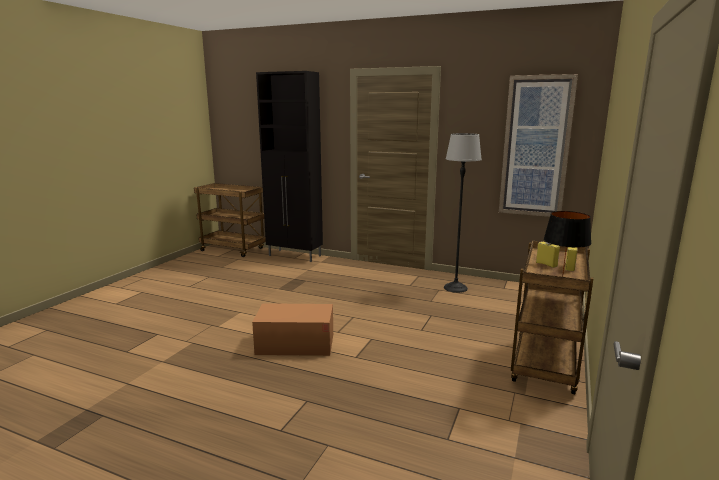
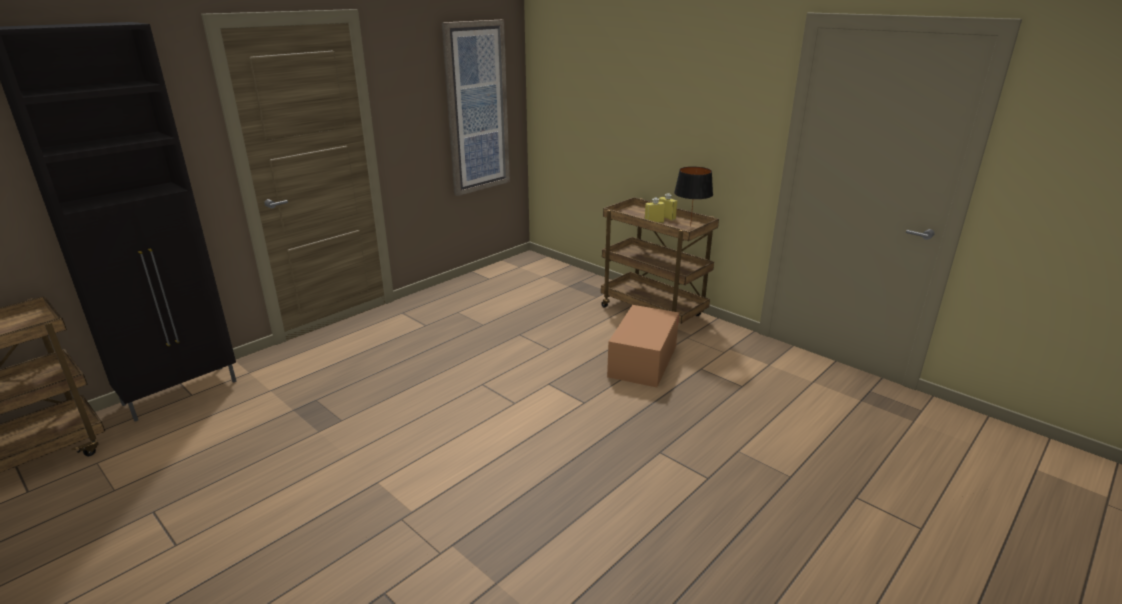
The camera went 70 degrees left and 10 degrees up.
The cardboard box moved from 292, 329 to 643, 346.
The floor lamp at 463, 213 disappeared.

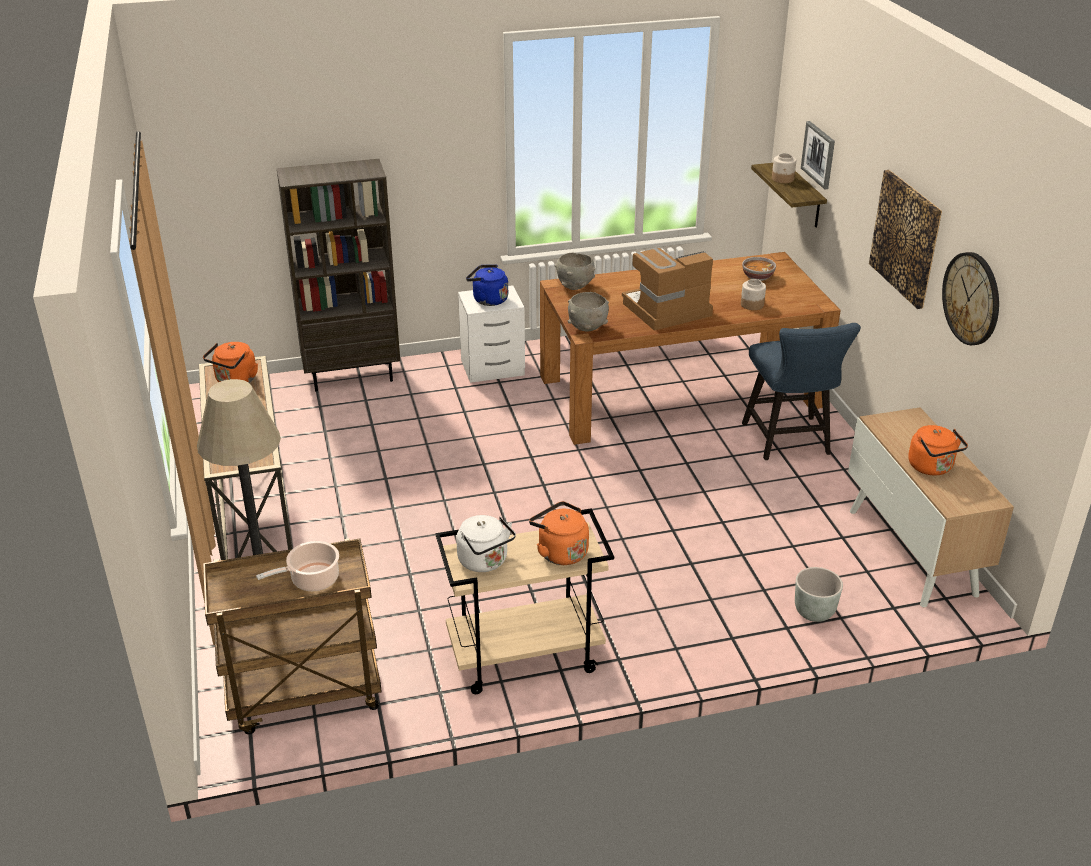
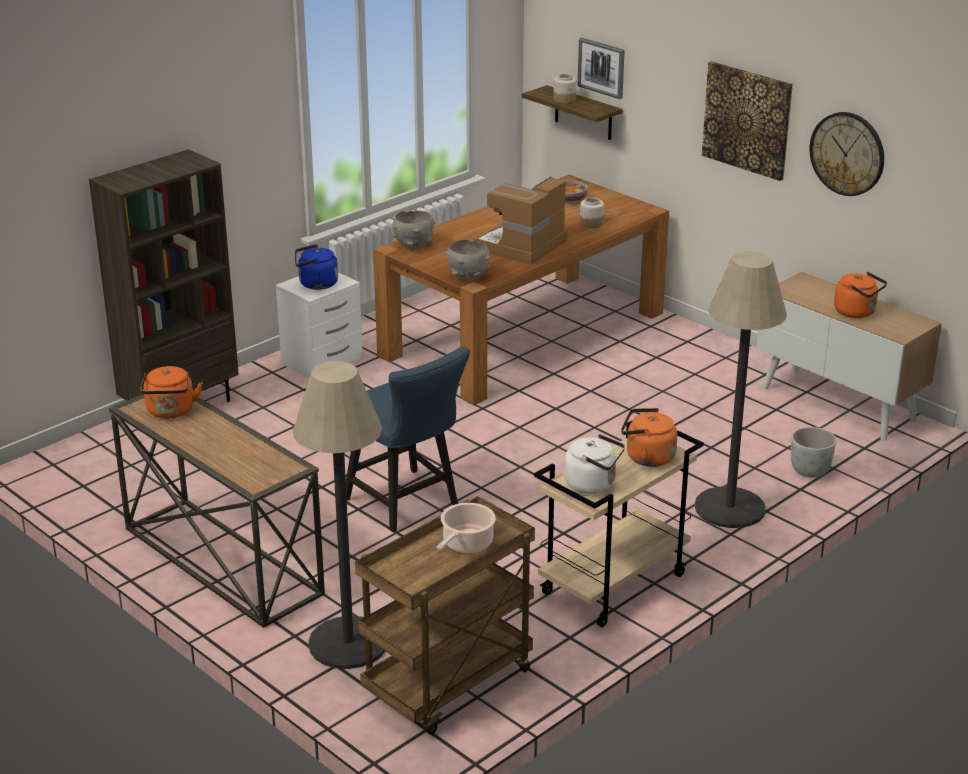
The camera went 30 degrees left and 5 degrees down.
The chair in blue moved from 801, 391 to 408, 439.
The floor lamp at 741, 389 appeared.

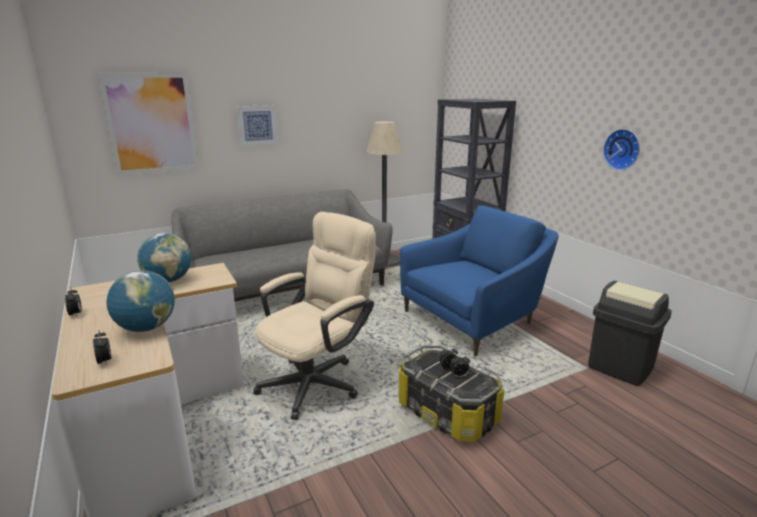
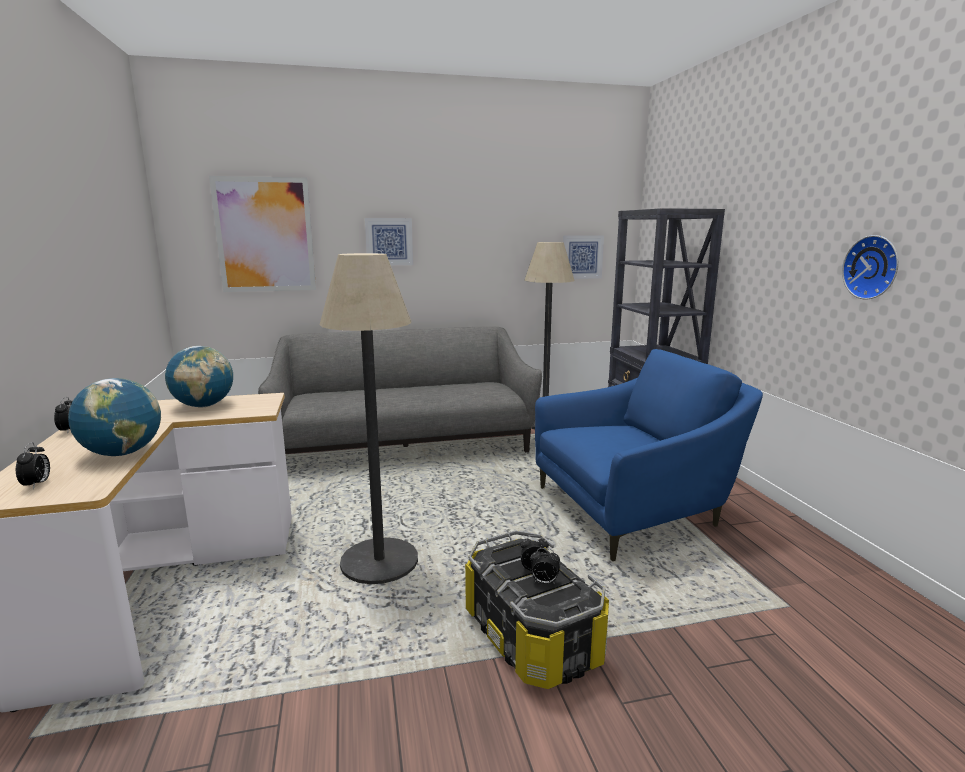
The camera went 15 degrees right and 5 degrees down.
The office chair in beige at 314, 316 was replaced by the floor lamp at 369, 418.
The trash can in black at 630, 333 disappeared.
The picture at 583, 257 appeared.

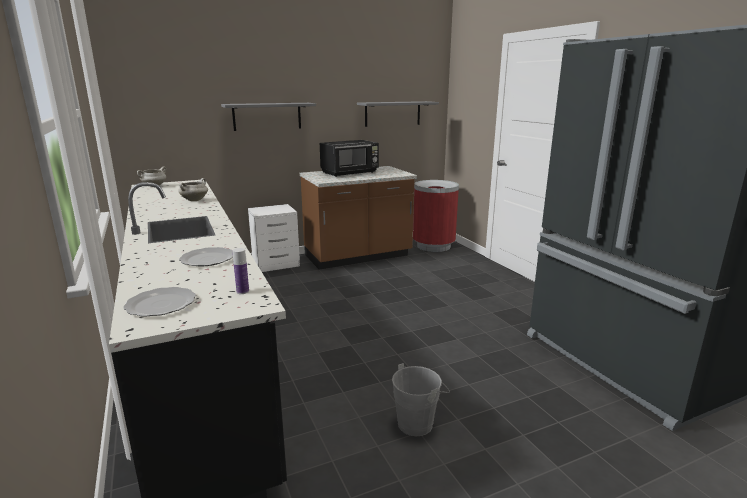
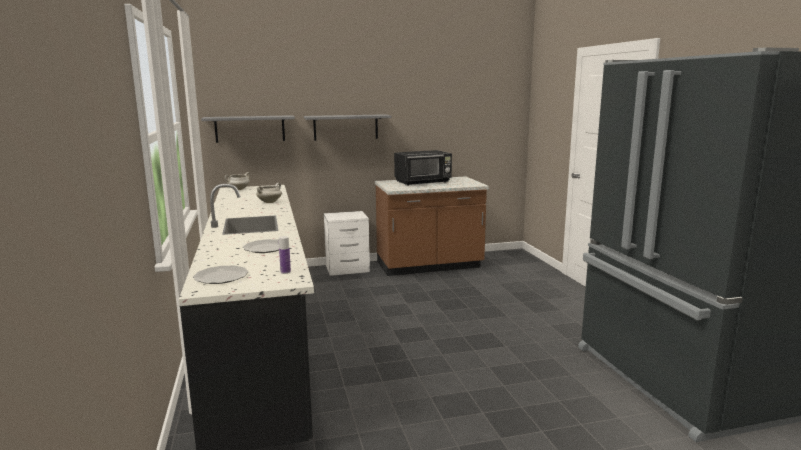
The camera went 10 degrees right and 5 degrees down.
The shelf in grey moved from 398, 114 to 248, 129.
The bucket in grey at 421, 399 disappeared.
The trash can in red at 436, 216 disappeared.

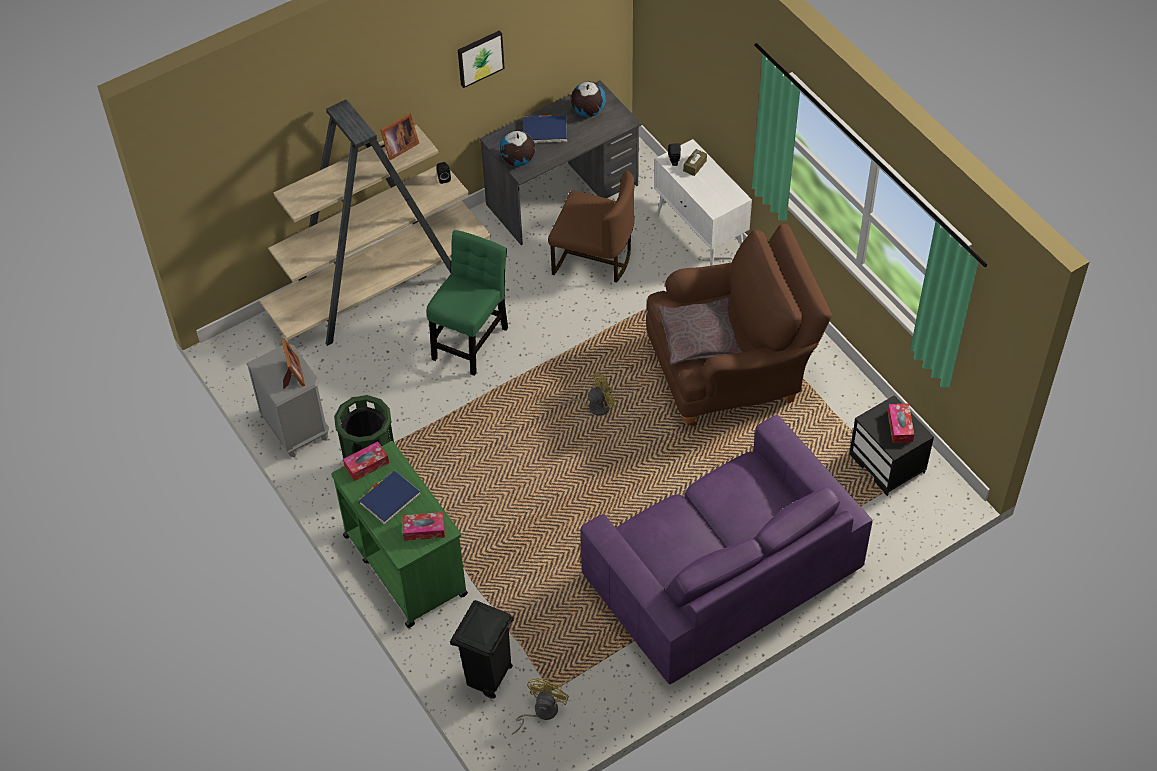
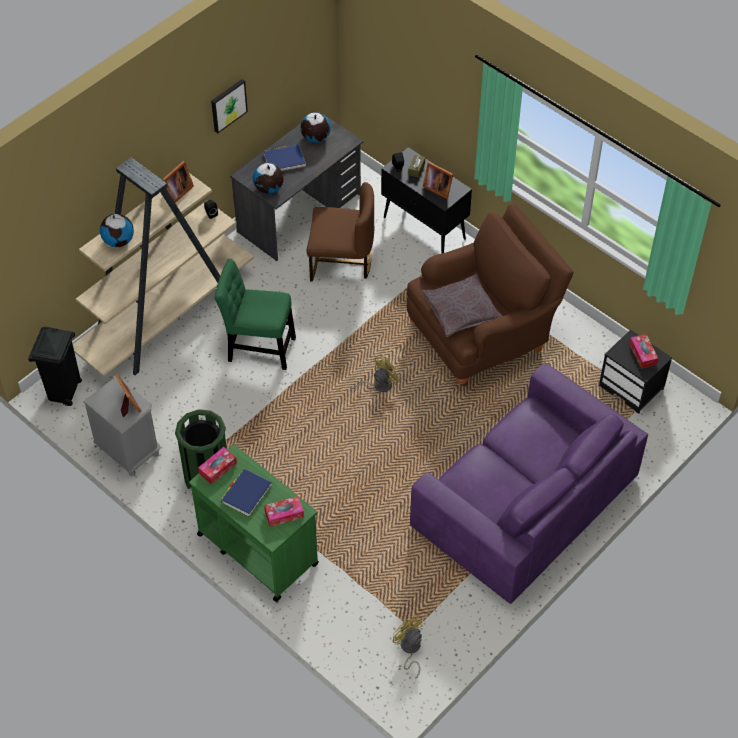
The camera went 15 degrees left and 0 degrees up.
The chair in green at 467, 303 turned 90 degrees counterclockwise.
The trash can in black moved from 482, 649 to 55, 366.
The fan in yellow at 540, 706 turned 45 degrees counterclockwise.
The cabinet in white at 703, 202 became the cabinet in black at 426, 200.
The globe at 117, 230 appeared.
The picture frame at 438, 180 appeared.

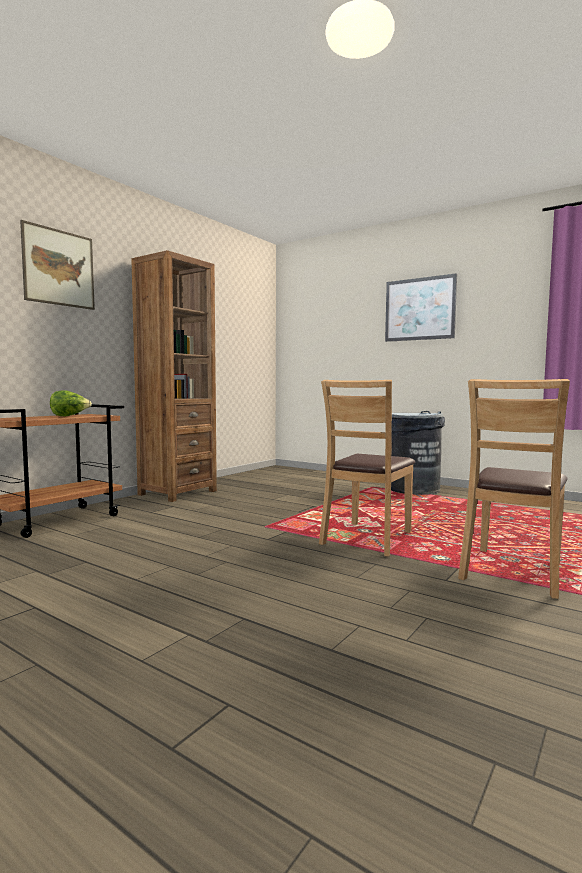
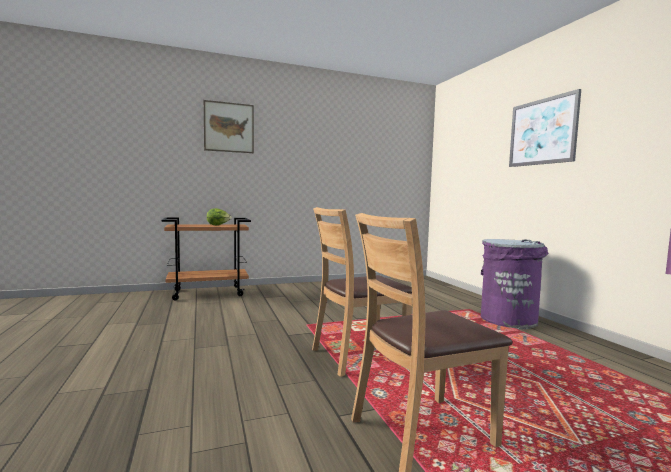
The camera went 35 degrees right and 0 degrees up.
The bookcase in brown at 174, 376 disappeared.
The trash can in grey at 418, 453 became the trash can in purple at 514, 284.

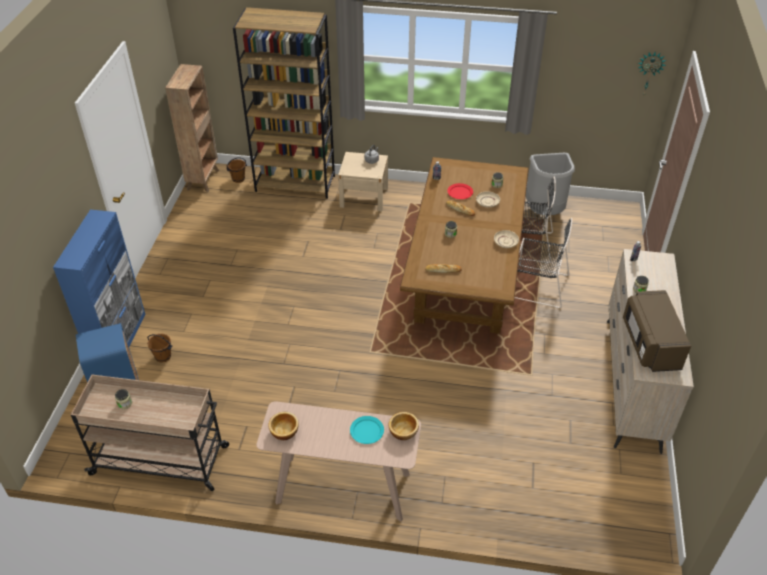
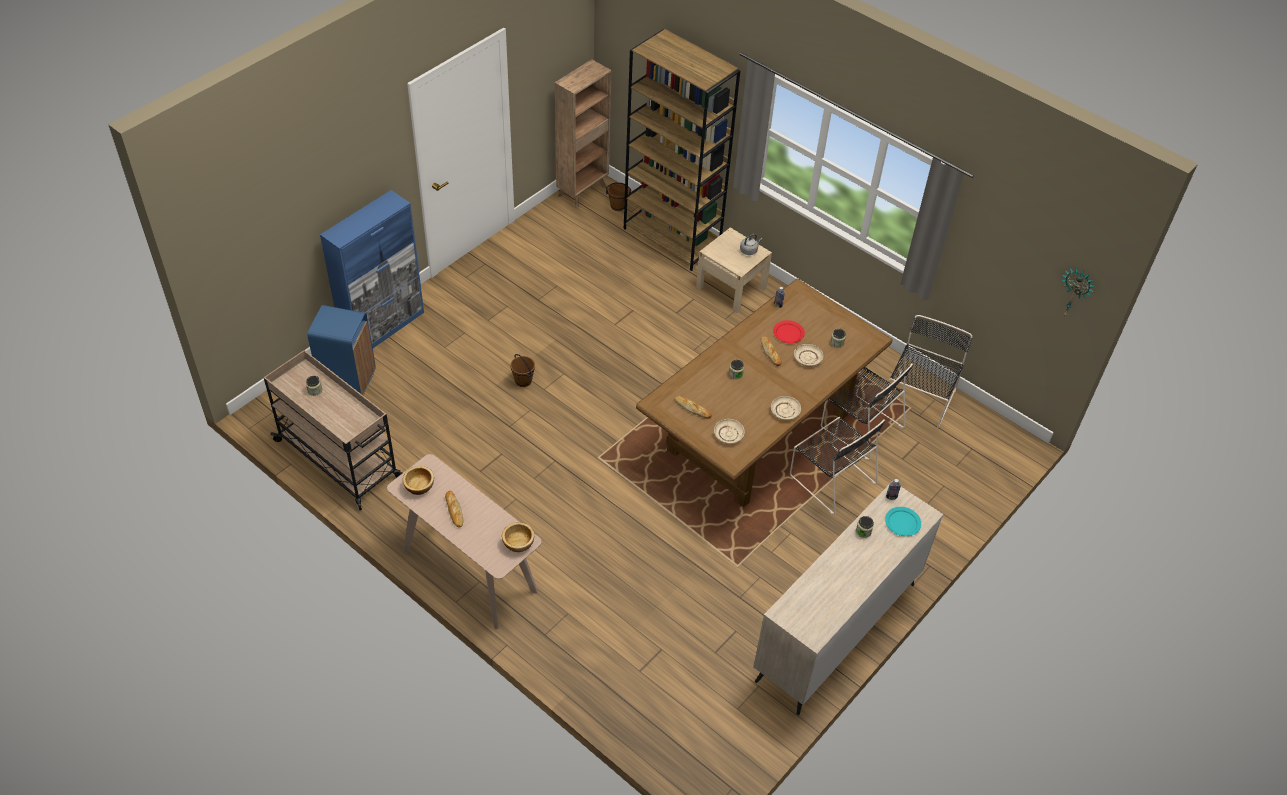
The camera went 30 degrees right and 5 degrees up.
The bucket in brown moved from 159, 348 to 522, 370.
The plate in turquoise moved from 367, 430 to 903, 521.
The trash can in grey at 550, 184 was replaced by the chair in black at 927, 371.
The microwave in brown at 657, 331 disappeared.
The bread at 454, 509 appeared.
The plate in beige at 729, 431 appeared.

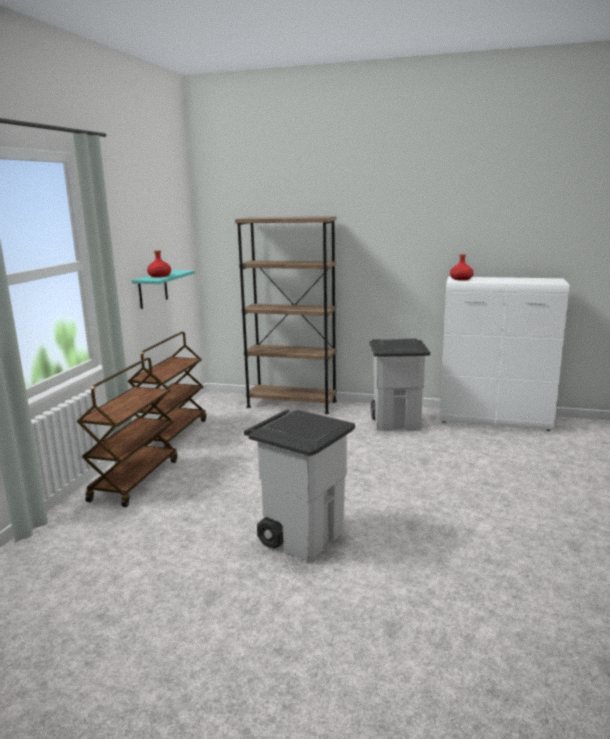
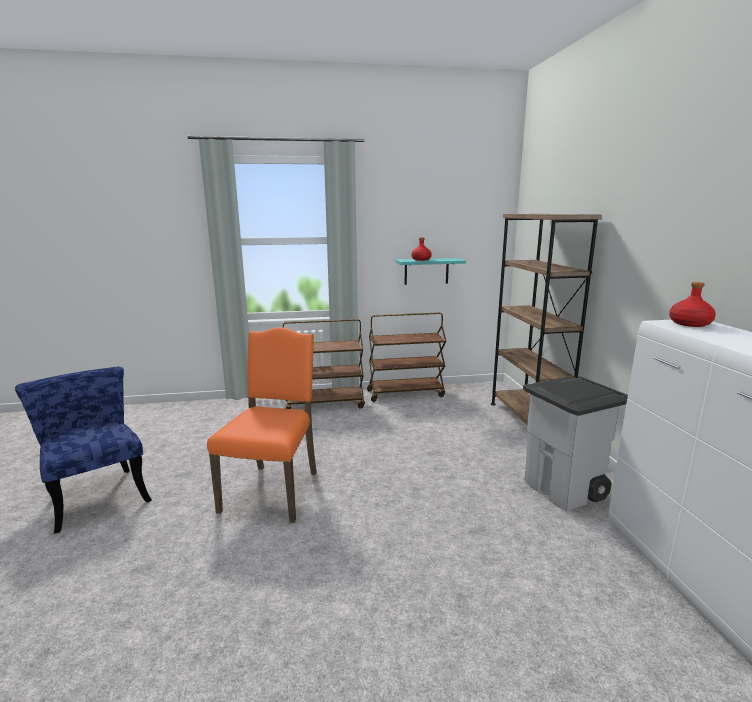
The camera went 65 degrees right and 0 degrees up.
The trash can in grey at 299, 486 was replaced by the chair in orange at 262, 425.
The chair in blue at 83, 450 appeared.

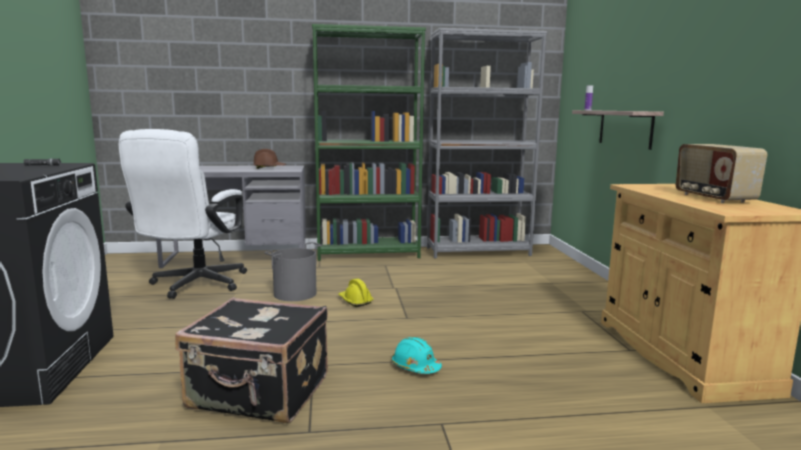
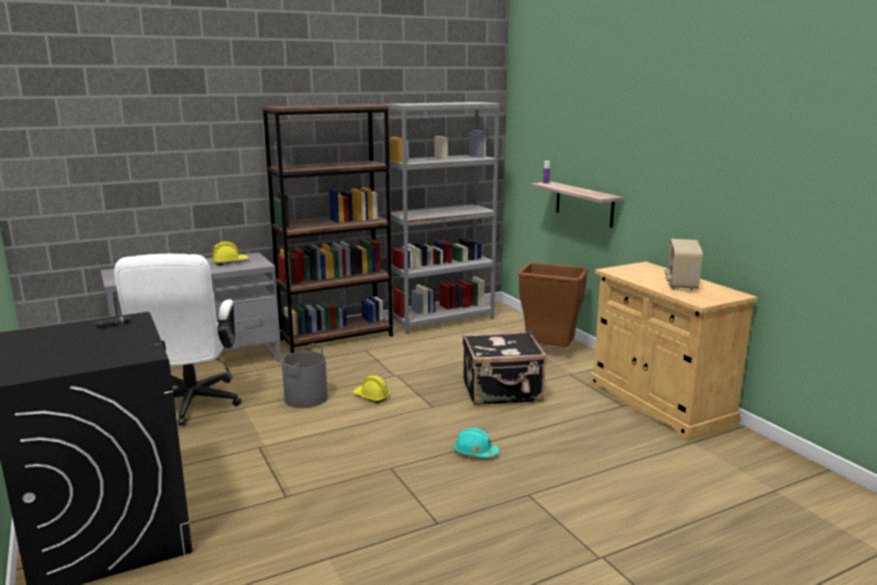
The camera went 20 degrees left and 5 degrees up.
The suitcase in black moved from 251, 360 to 505, 368.
The hard hat in brown at 269, 159 became the hard hat in yellow at 230, 253.
The bookcase in green at 369, 142 became the bookcase in brown at 327, 228.
The radio at 721, 173 turned 45 degrees clockwise.
The trash can in brown at 553, 304 appeared.

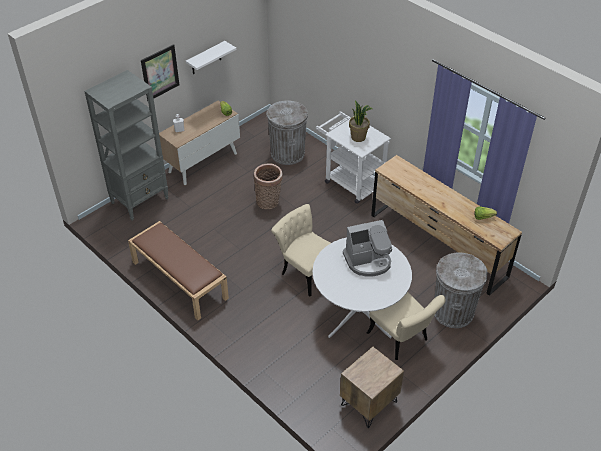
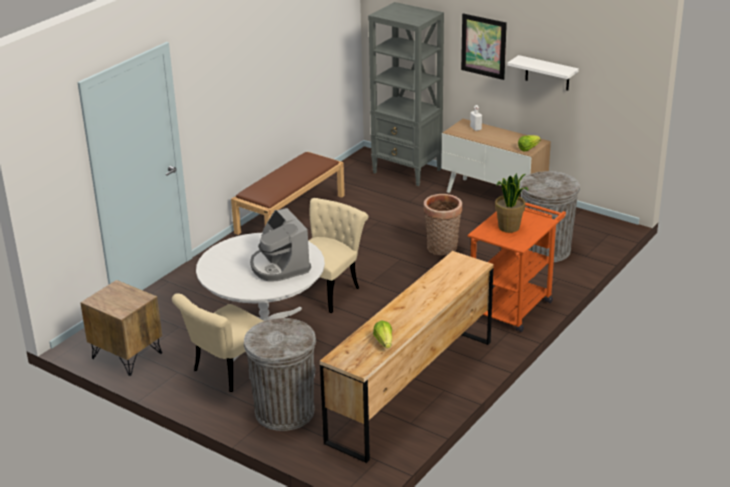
The camera went 80 degrees right and 15 degrees down.
The cart in white at 353, 157 became the cart in orange at 516, 267.

